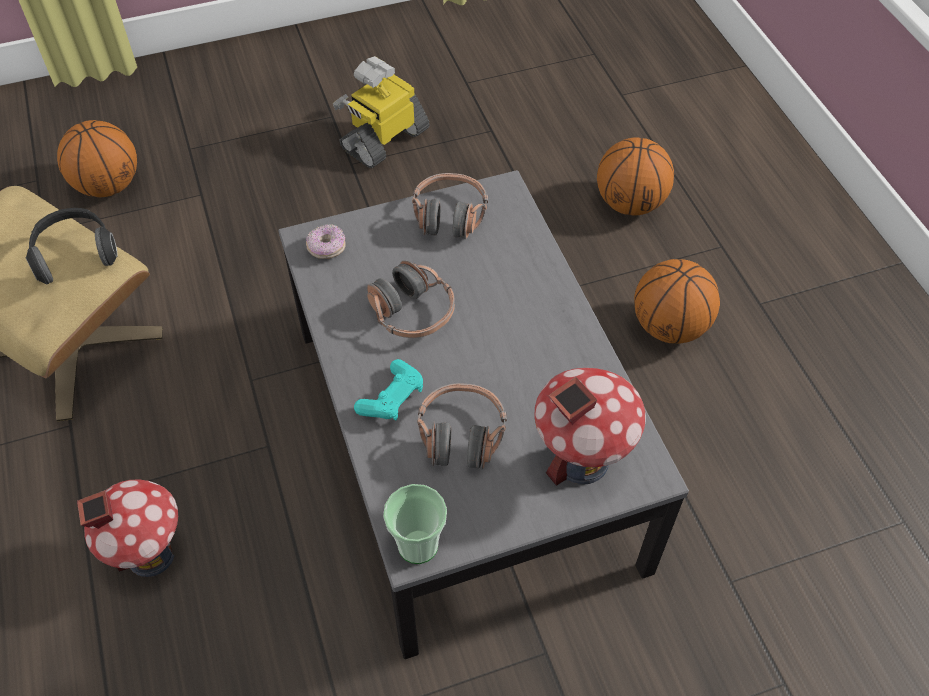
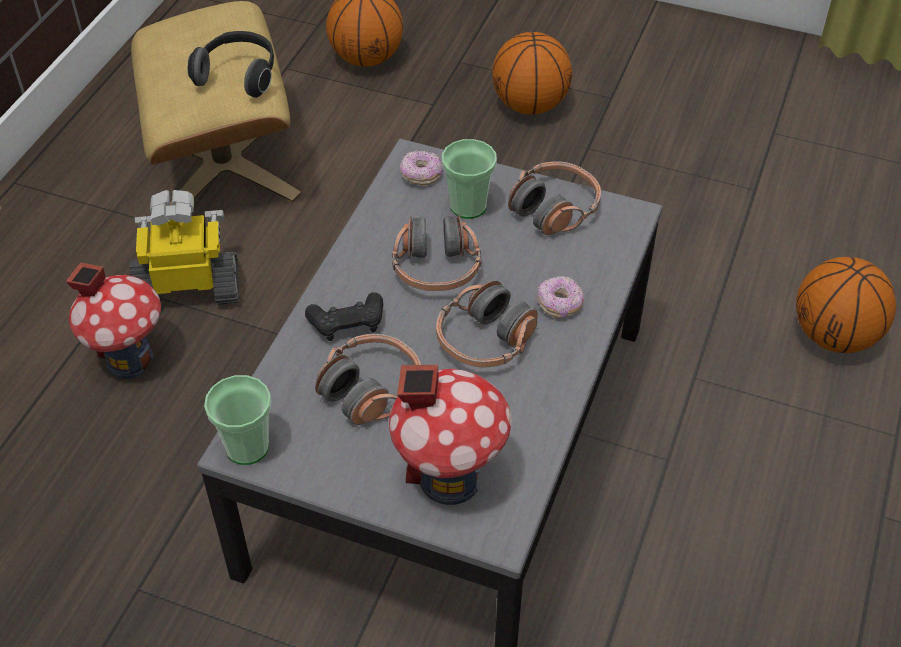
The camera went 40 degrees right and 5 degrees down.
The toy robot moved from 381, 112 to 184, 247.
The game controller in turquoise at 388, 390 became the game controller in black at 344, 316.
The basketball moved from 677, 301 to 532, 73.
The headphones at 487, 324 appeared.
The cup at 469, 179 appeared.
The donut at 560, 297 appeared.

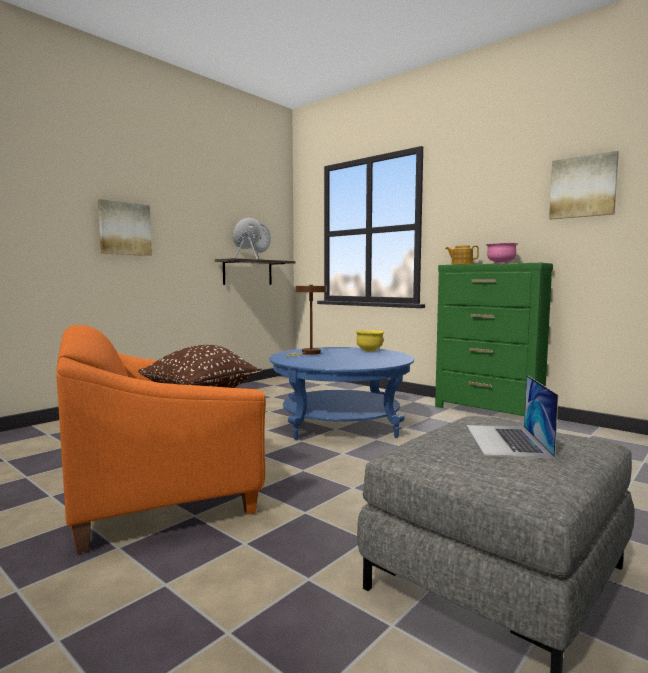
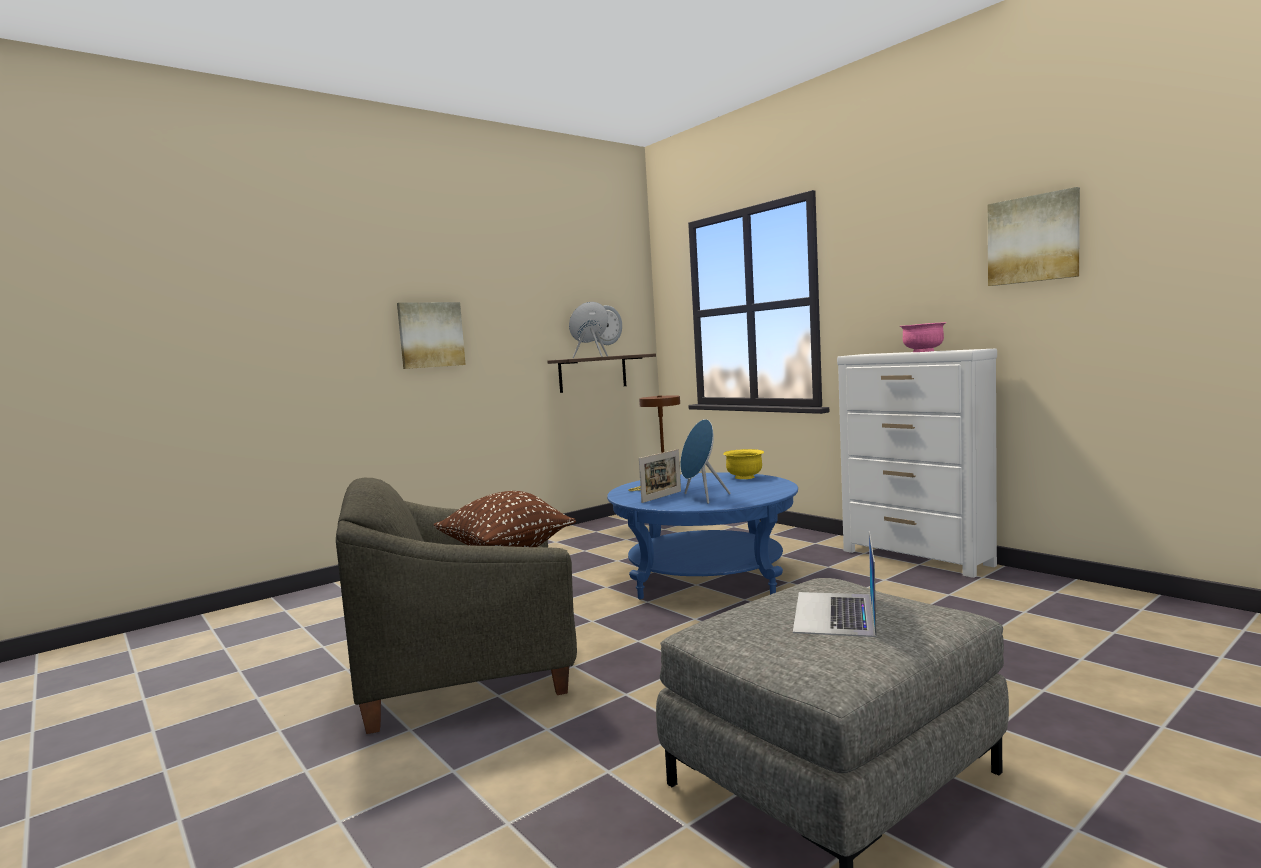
The camera went 10 degrees right and 0 degrees up.
The armchair in orange at 161, 439 became the armchair in grey at 456, 606.
The dresser in green at 494, 339 became the dresser in white at 917, 463.
The teapot at 462, 255 disappeared.
The picture frame at 660, 476 appeared.
The speaker in blue at 705, 461 appeared.

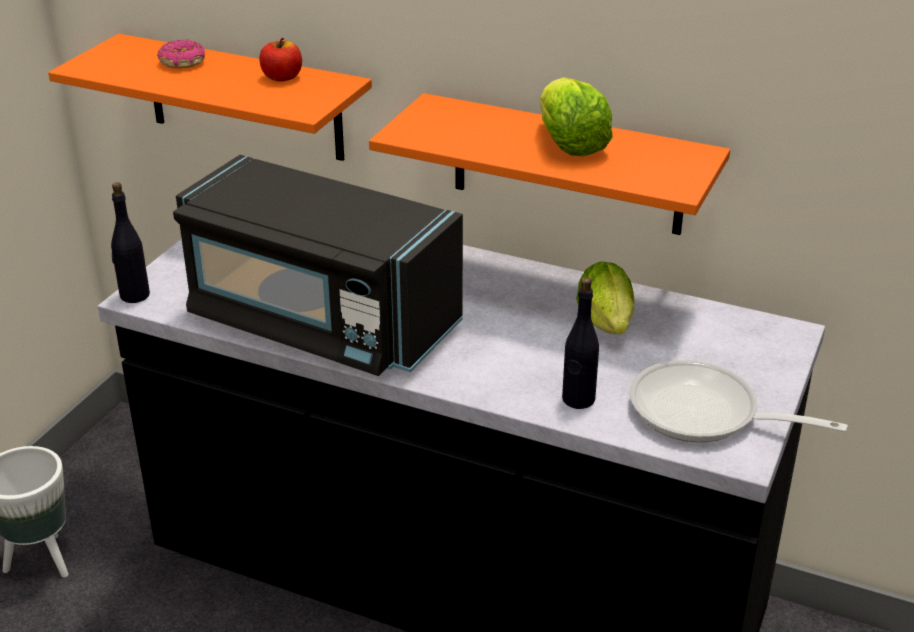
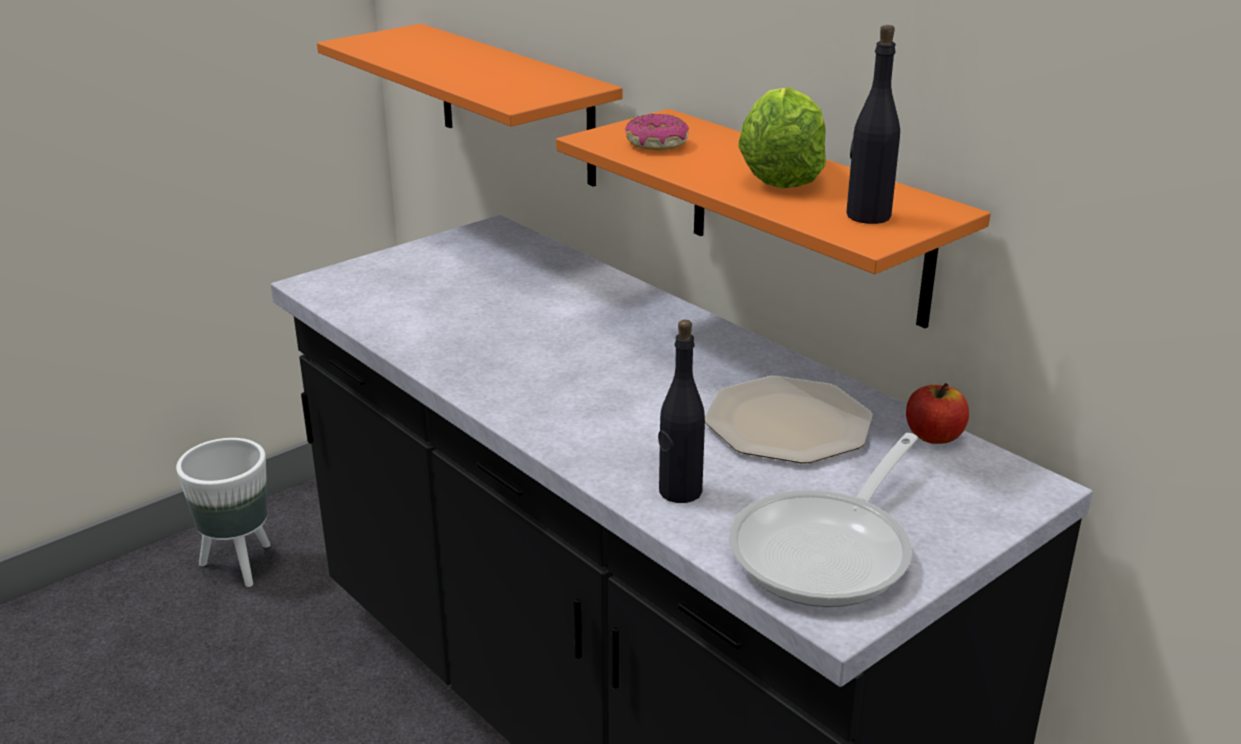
The camera went 25 degrees right and 5 degrees down.
The bottle in black moved from 130, 242 to 873, 124.
The donut moved from 181, 54 to 657, 132.
The microwave in black at 318, 265 disappeared.
The apple moved from 281, 60 to 937, 413.
The lettuce at 605, 297 was replaced by the plate at 789, 420.
The frying pan at 739, 401 turned 105 degrees counterclockwise.

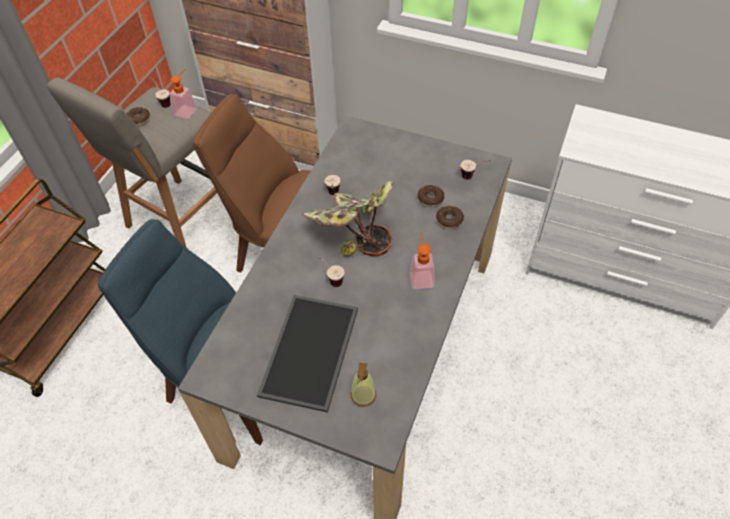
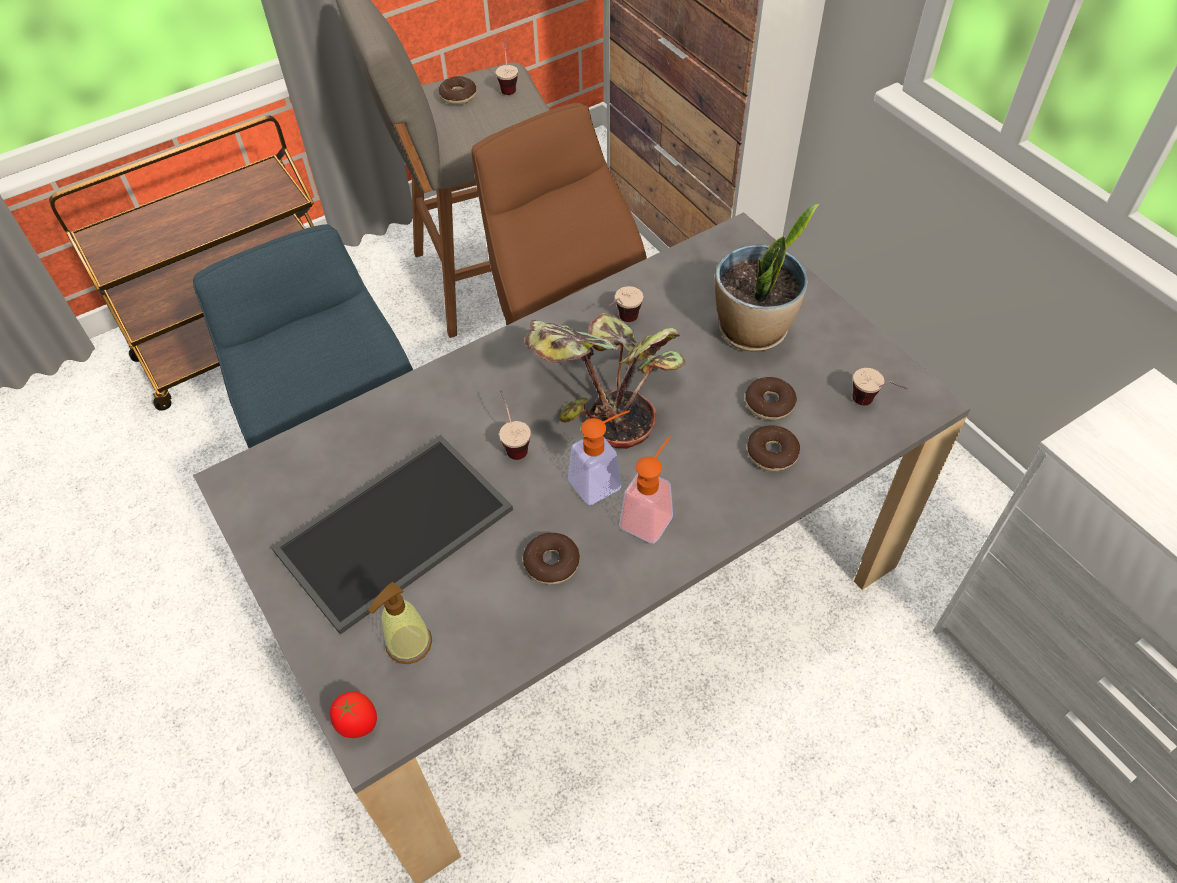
The camera went 35 degrees right and 0 degrees up.
The soap dispenser moved from 183, 94 to 599, 457.
The tomato at 353, 714 appeared.
The donut at 551, 559 appeared.
The potted plant at 767, 278 appeared.

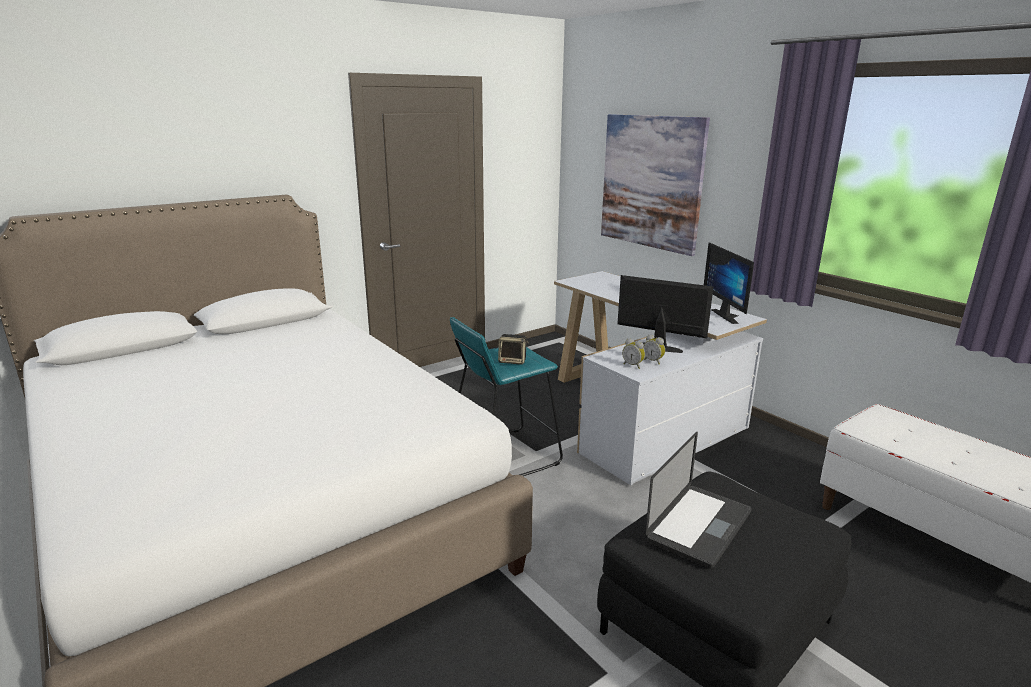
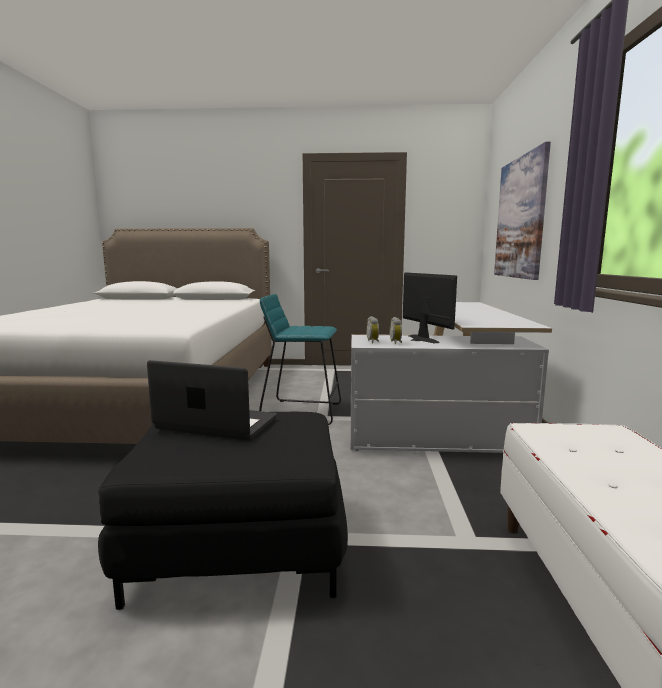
The camera went 40 degrees right and 10 degrees down.
The speaker at 513, 349 disappeared.
The laptop at 698, 500 turned 150 degrees counterclockwise.
The monitor at 729, 283 disappeared.

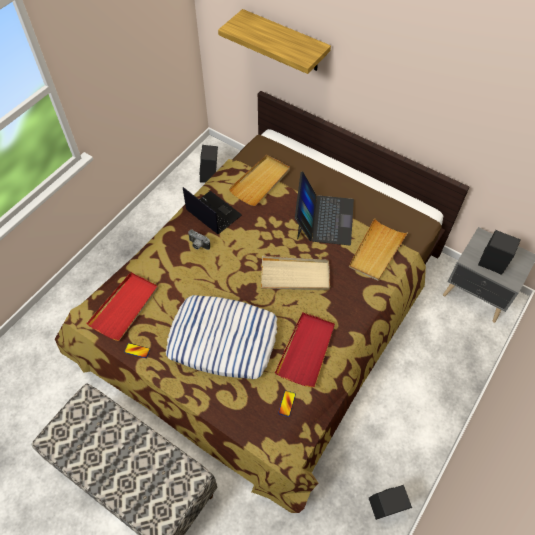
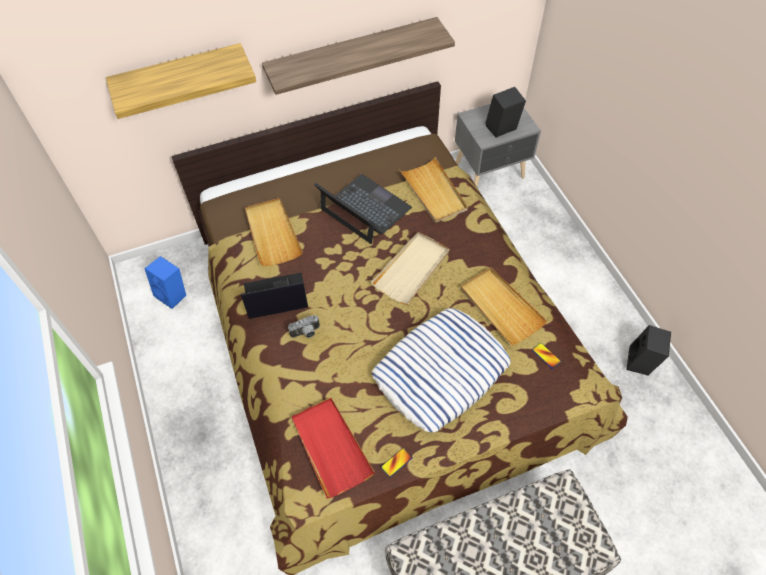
The camera went 55 degrees left and 0 degrees up.
The speaker in black at 209, 164 became the speaker in blue at 165, 282.
The tray in red at 305, 349 became the tray in beige at 503, 306.
The shelf at 358, 56 appeared.

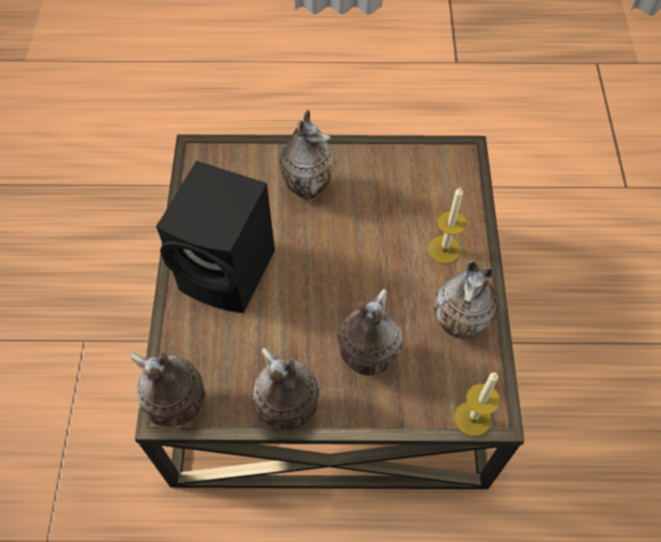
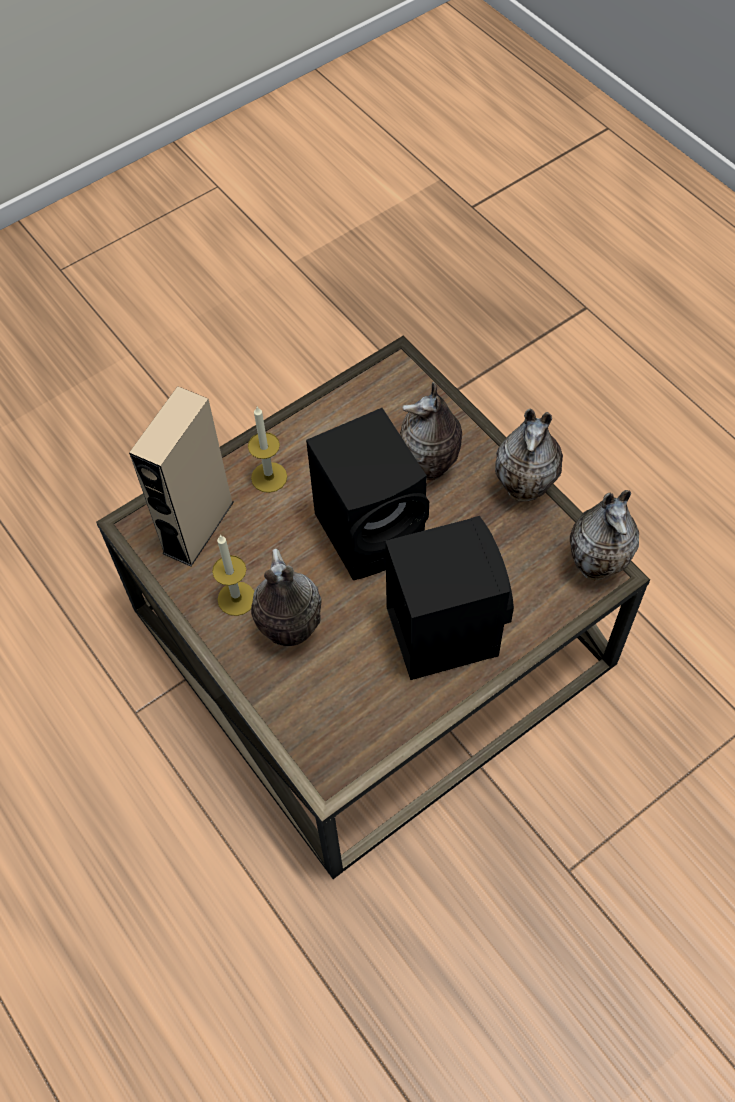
The camera went 125 degrees left and 0 degrees up.
The vase at 466, 299 disappeared.
The candle moved from 477, 404 to 233, 575.
The speaker in beige at 181, 476 appeared.
The speaker in black at 367, 494 appeared.

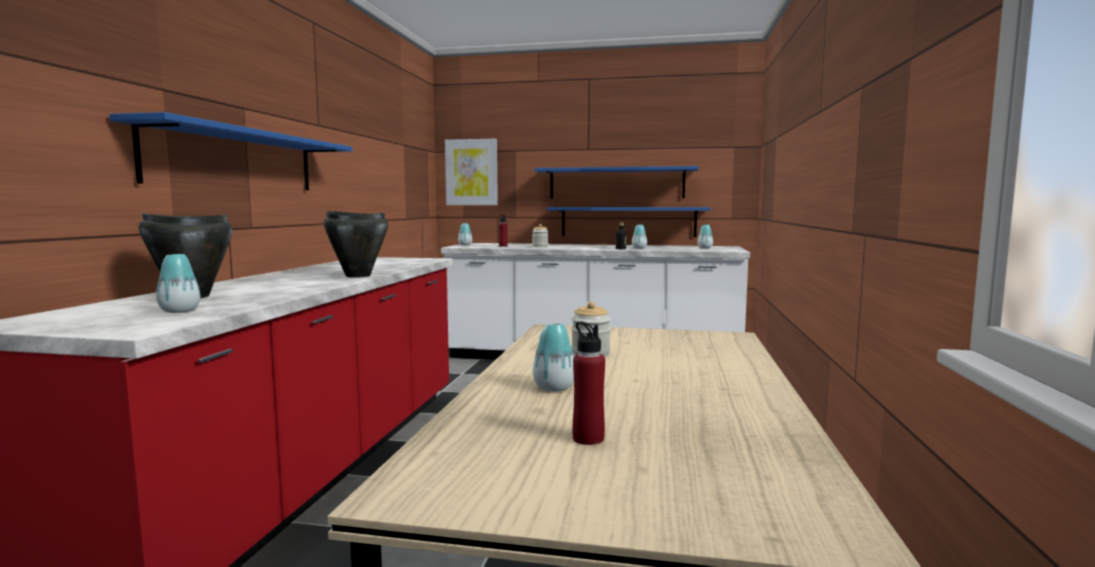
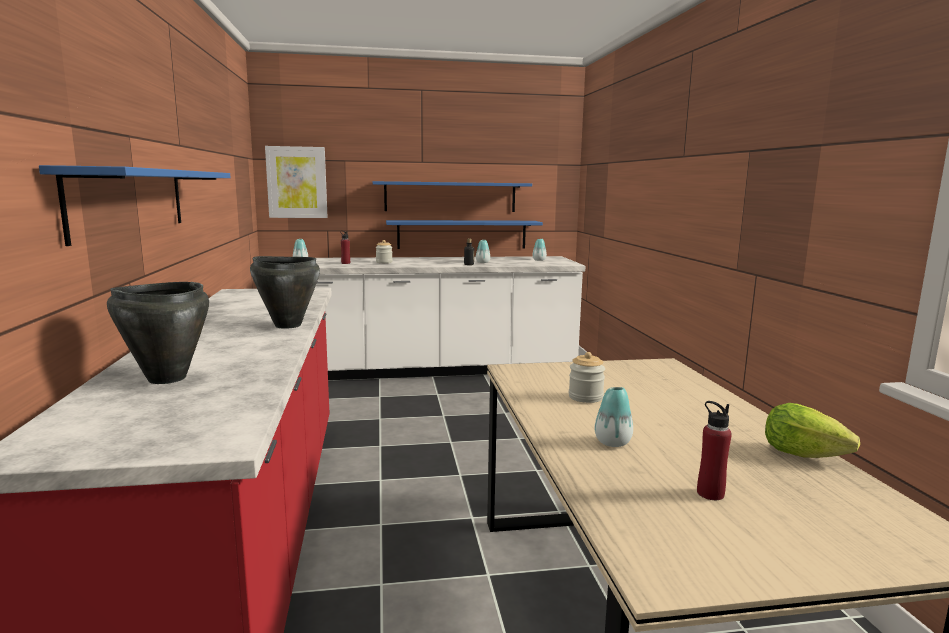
The camera went 20 degrees left and 5 degrees up.
The vase at 178, 283 disappeared.
The lettuce at 812, 430 appeared.

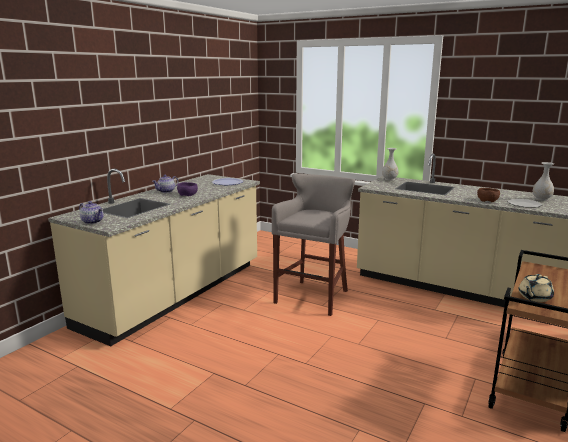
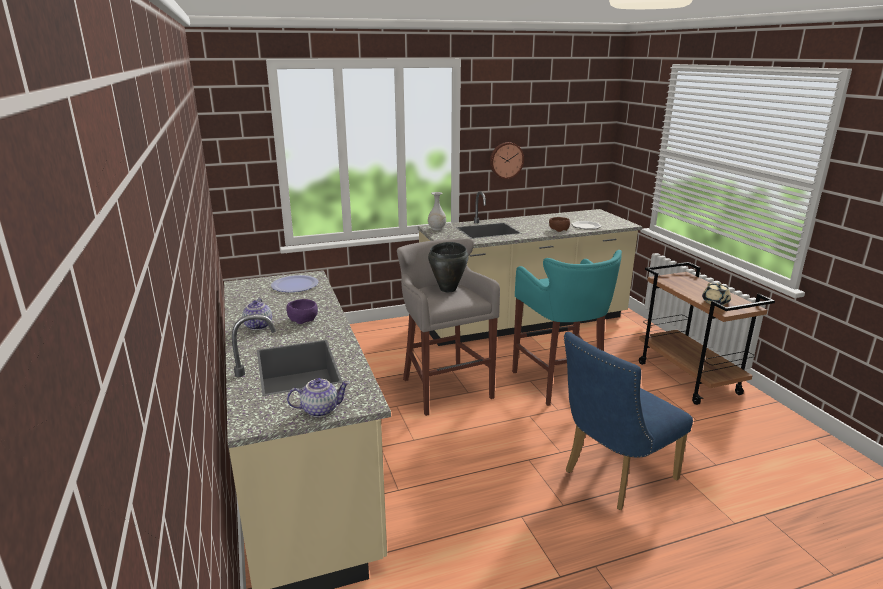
The camera went 50 degrees left and 5 degrees up.
The vase in white at 543, 181 disappeared.
The cooking pot in black at 448, 267 appeared.
The wall clock at 507, 160 appeared.
The stool in turquoise at 567, 328 appeared.
The chair in blue at 628, 421 appeared.

